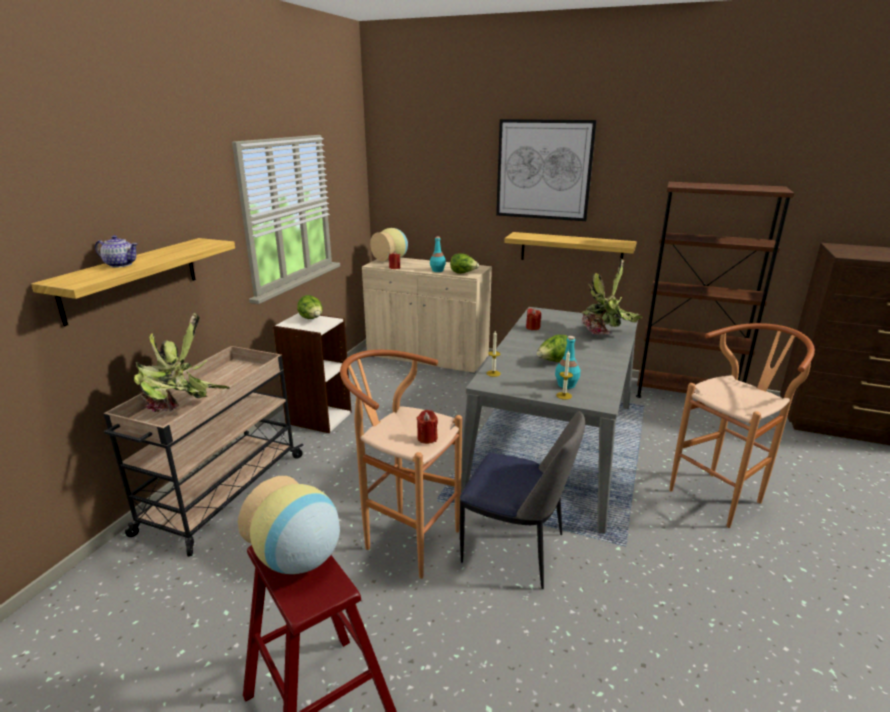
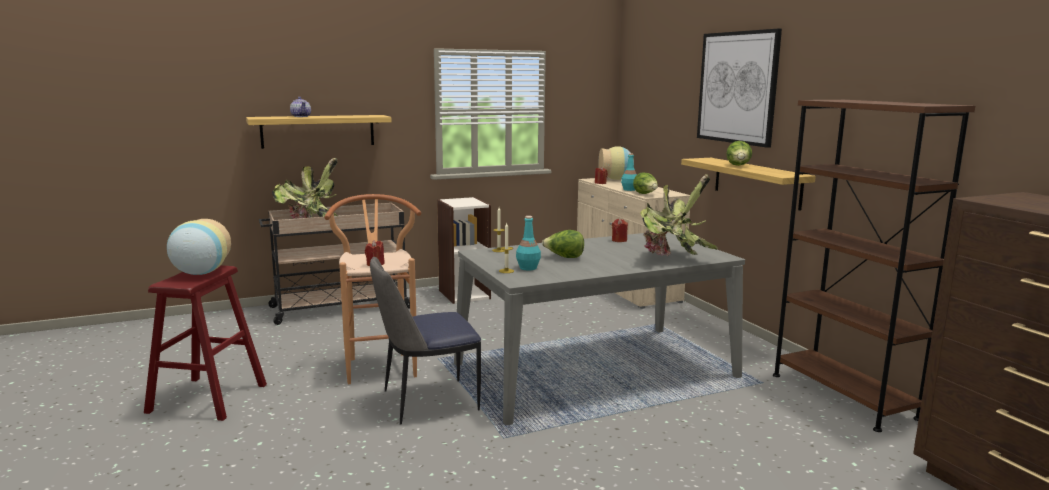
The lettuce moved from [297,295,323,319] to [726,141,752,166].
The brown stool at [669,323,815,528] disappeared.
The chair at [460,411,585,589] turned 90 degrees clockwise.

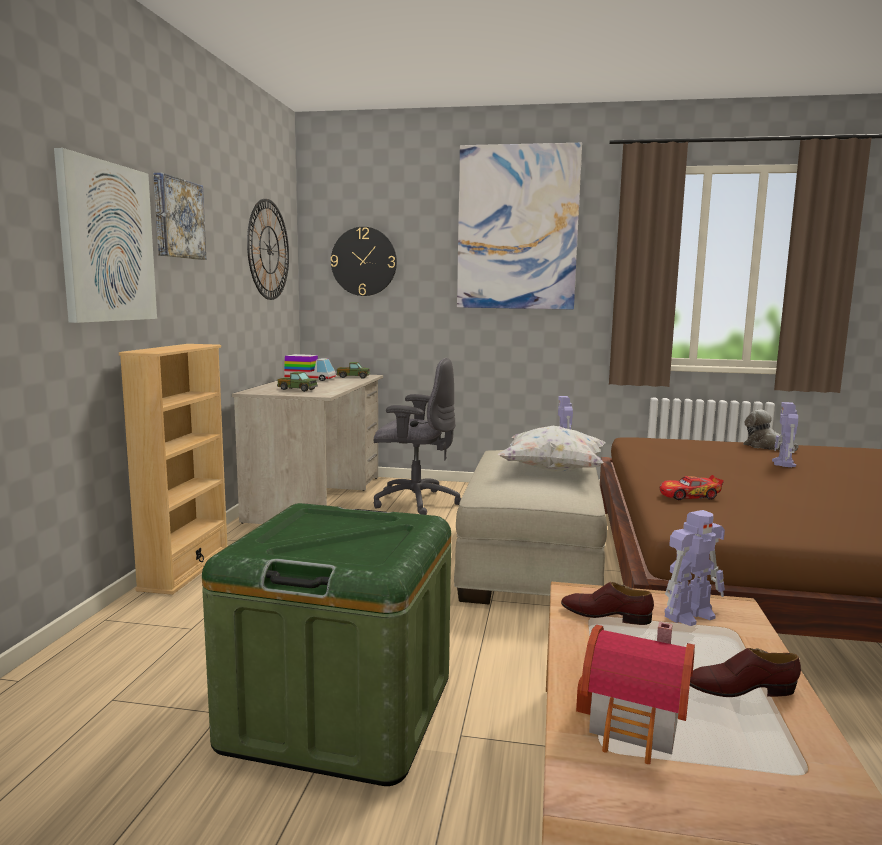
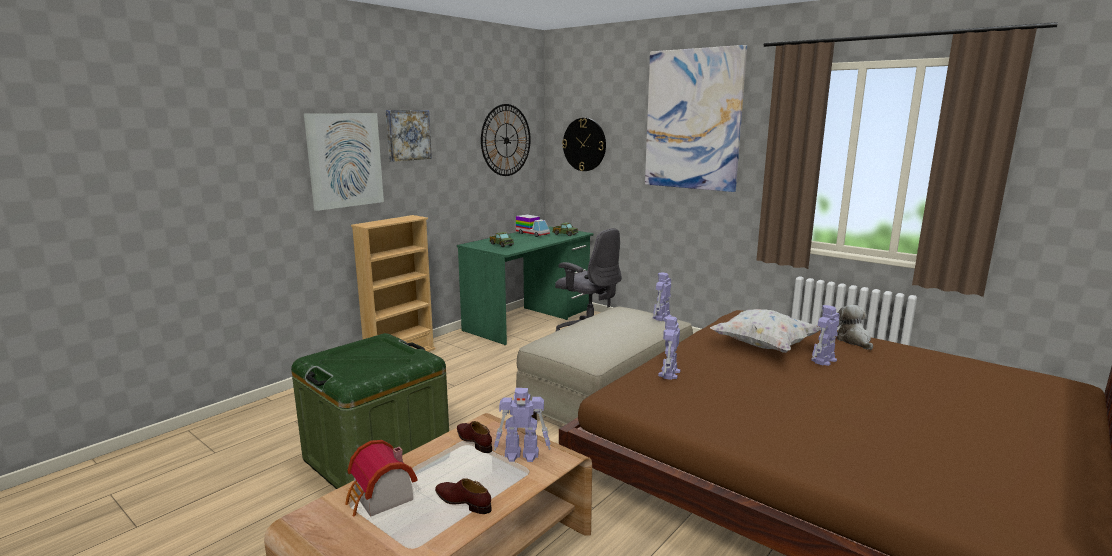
The beige desk at [232,375,383,524] became the green desk at [457,226,593,345].
The white pillow moved from [498,426,605,472] to [710,309,821,353].
The toy car at [660,475,724,500] was replaced by the toy robot at [658,316,680,380].

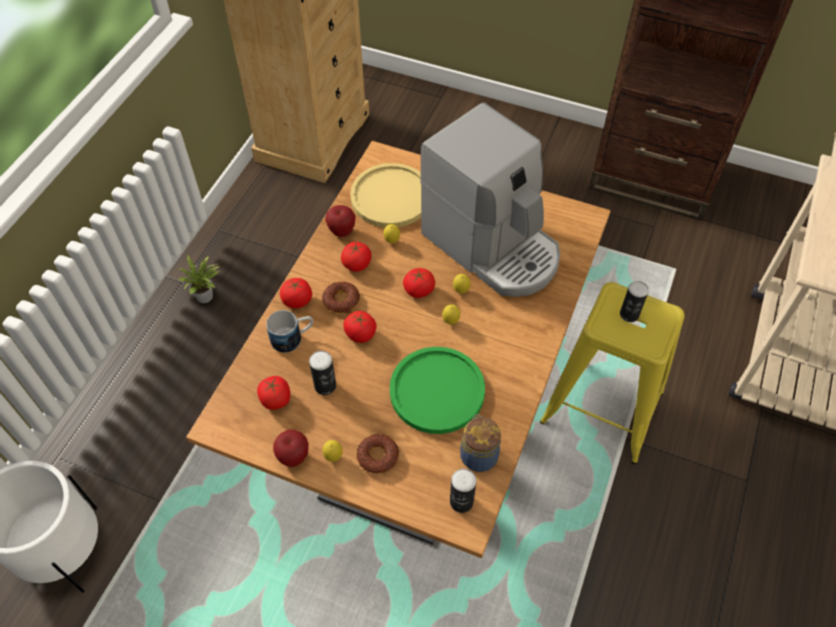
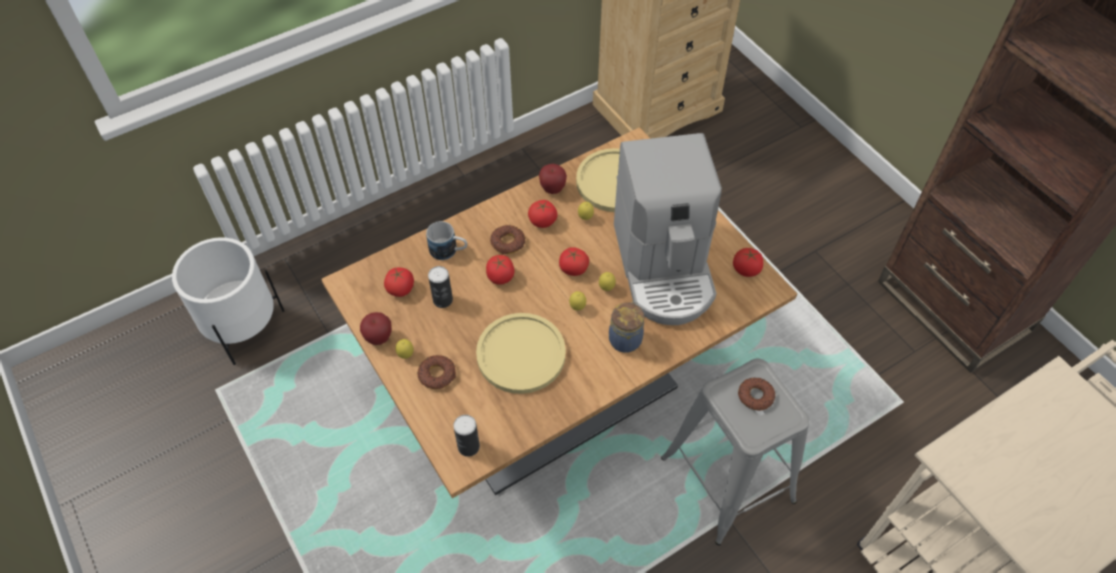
The potted plant at [178,255,220,303] disappeared.
The tomato moved from [280,278,312,308] to [733,248,763,277].
The can at [620,281,649,322] was replaced by the donut at [738,378,775,411].
The yellow stool at [540,282,685,464] became the grey stool at [661,358,809,546].
The green plate at [390,347,485,434] became the yellow plate at [476,313,566,394].
The jar moved from [460,414,501,472] to [609,301,644,353].

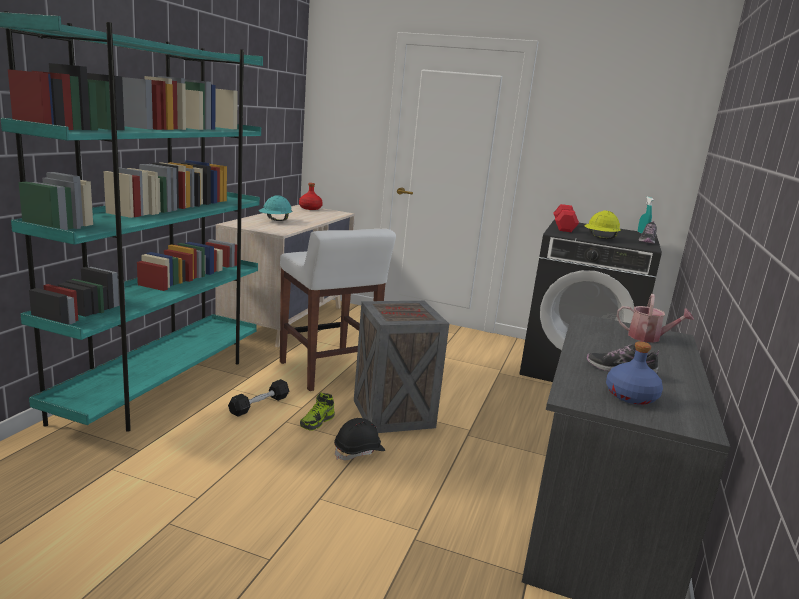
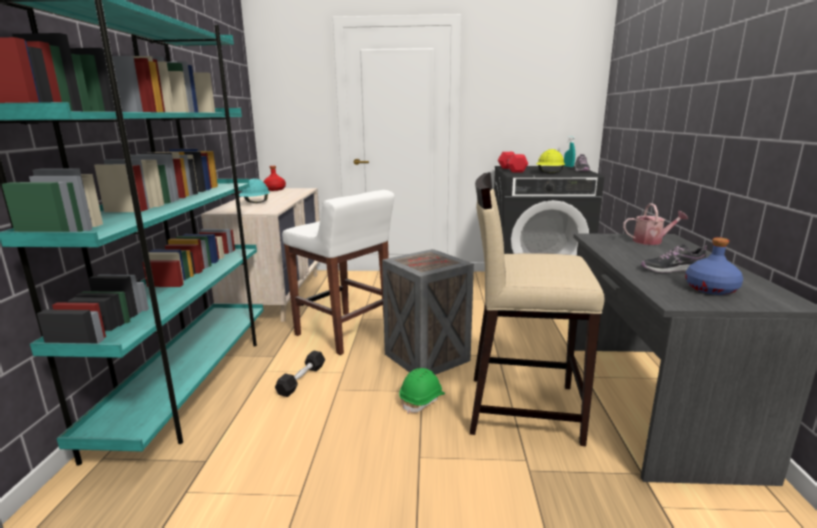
The shoe at [300,392,335,431] disappeared.
The black hard hat at [334,418,385,460] became the green hard hat at [399,368,445,414].
The beige stool at [470,172,605,446] appeared.

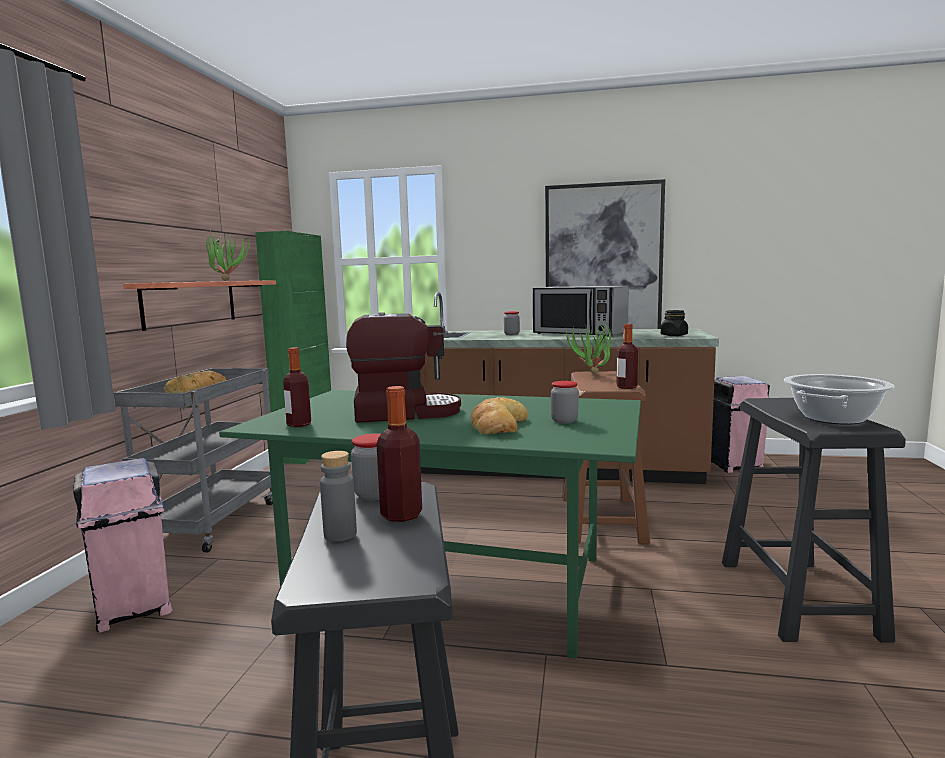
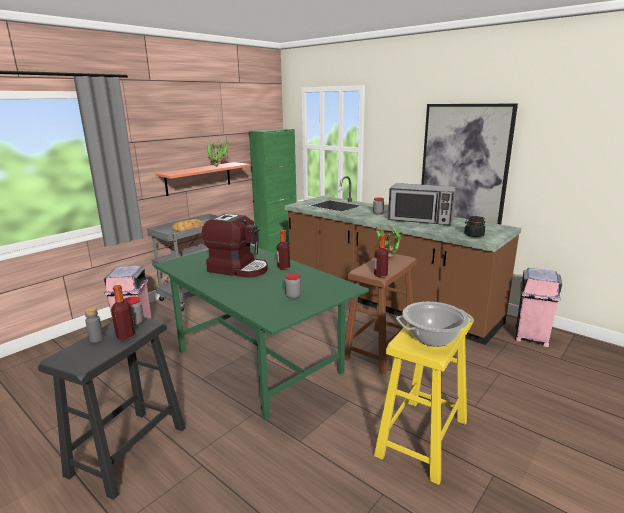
The microwave at [533,286,629,336] turned 45 degrees counterclockwise.
The bottle moved from [283,347,311,427] to [277,230,290,270].
The bread at [471,397,528,434] disappeared.
The black stool at [722,398,906,642] became the yellow stool at [374,314,473,485].

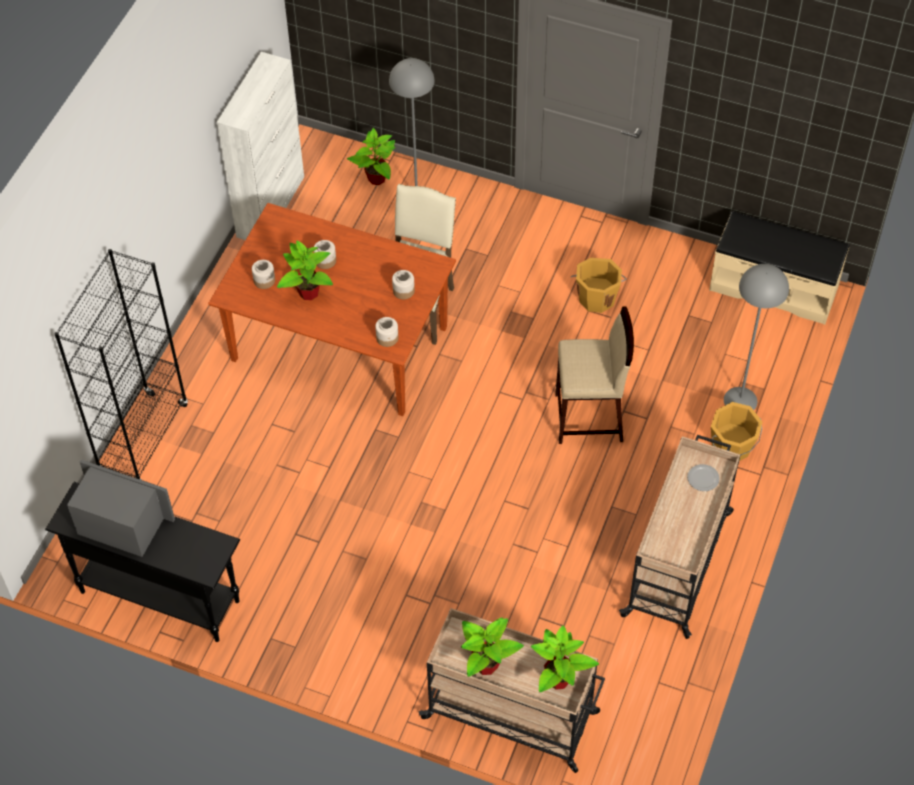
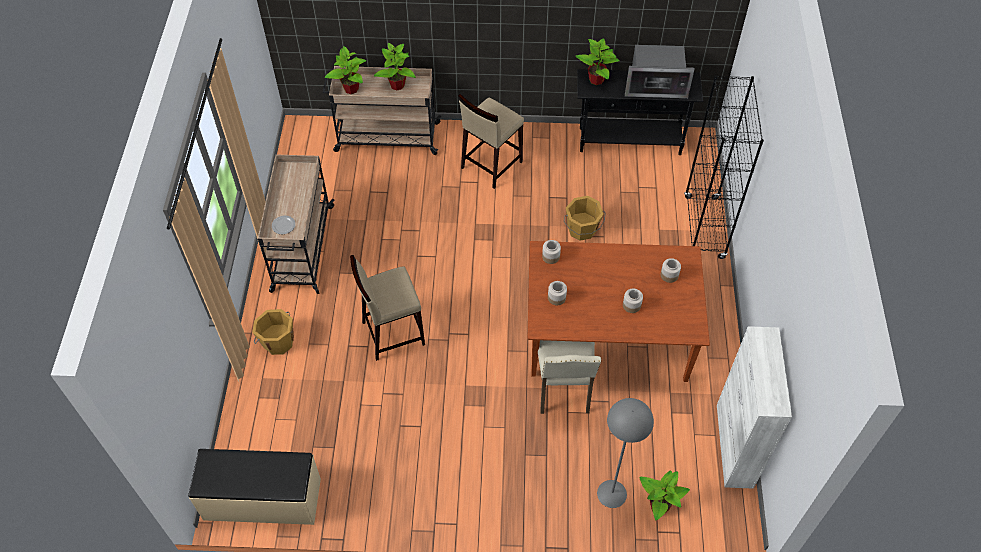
The potted plant moved from [277,241,333,300] to [575,38,620,85].
The orange bucket moved from [571,258,627,313] to [564,196,605,241].
The grey floor lamp at [724,264,789,410] disappeared.
The beige stool at [458,94,524,189] appeared.

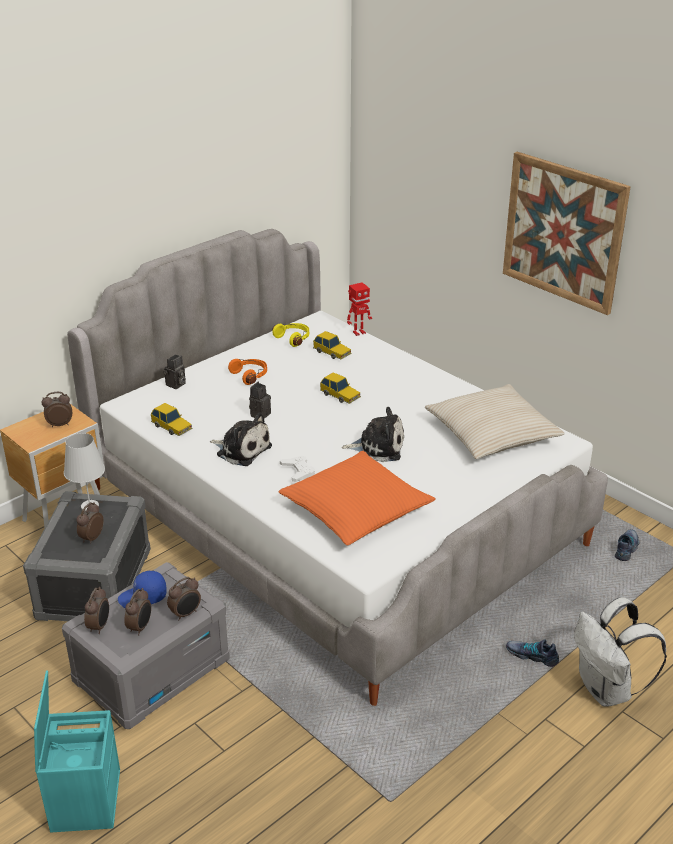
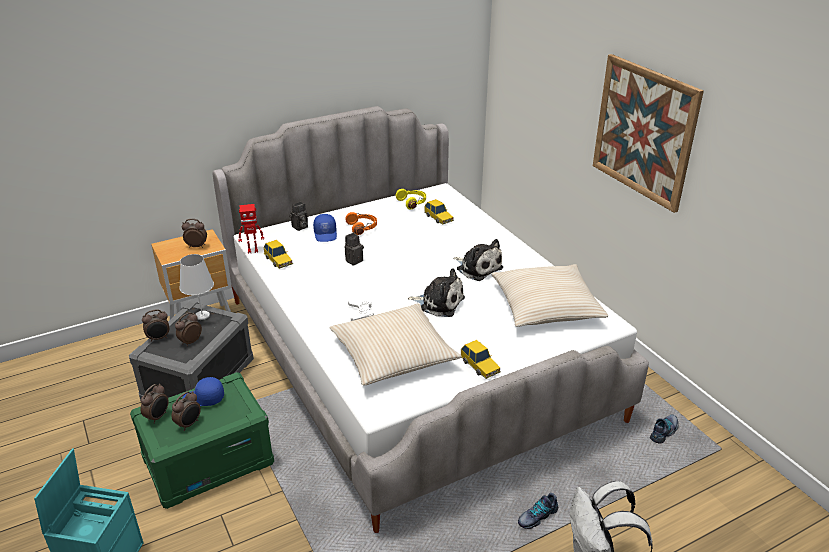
The toy robot moved from [347,282,372,336] to [238,204,264,254].
The toy car moved from [320,373,361,404] to [461,340,501,379].
The plush toy moved from [209,412,272,466] to [453,239,503,281].
The orange pillow at [278,451,436,545] became the beige pillow at [330,303,462,386].
The grey storage box at [62,562,230,729] became the green storage box at [130,372,274,509].
The alarm clock moved from [167,577,201,620] to [142,309,169,342].
The shoe at [506,639,559,667] turned 75 degrees counterclockwise.
The blue cap at [313,214,337,242] appeared.

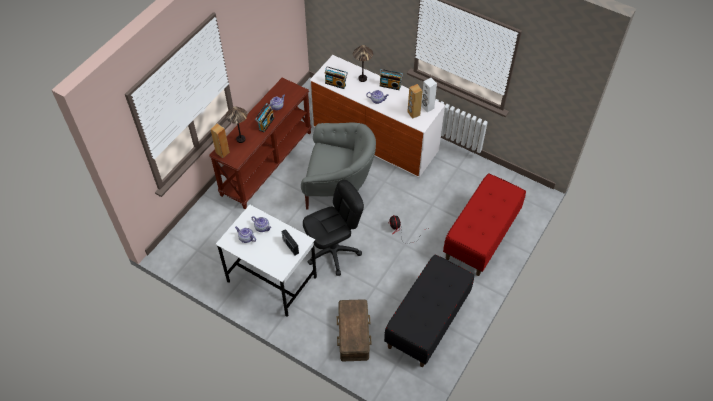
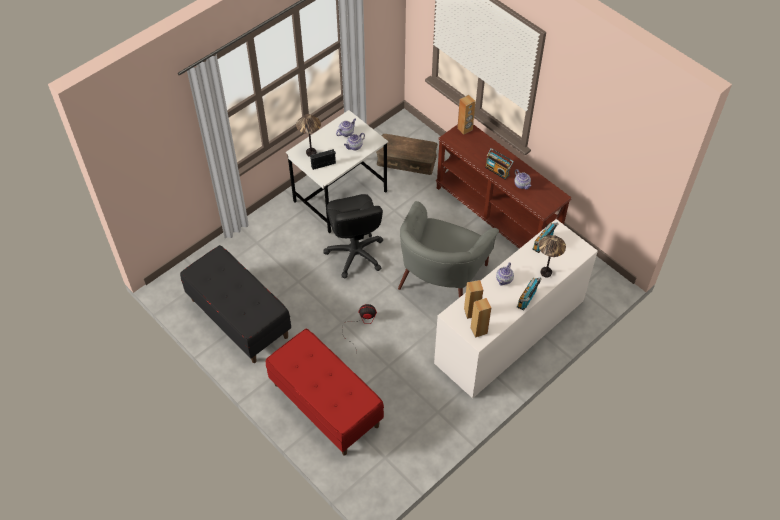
The white speaker at [421,78,437,112] became the brown speaker at [471,298,491,338].
The table lamp moved from [226,106,247,143] to [296,114,321,157].
The brown storage box moved from [337,299,372,361] to [376,134,438,175].

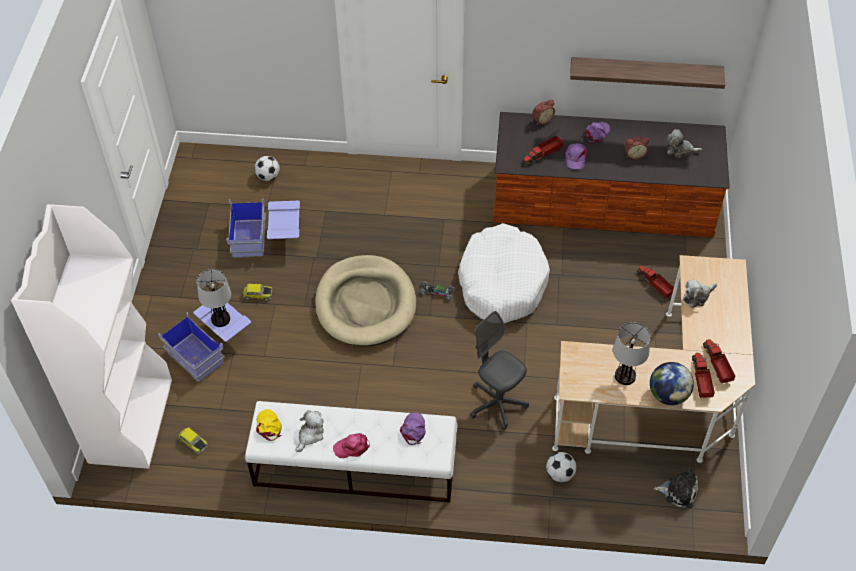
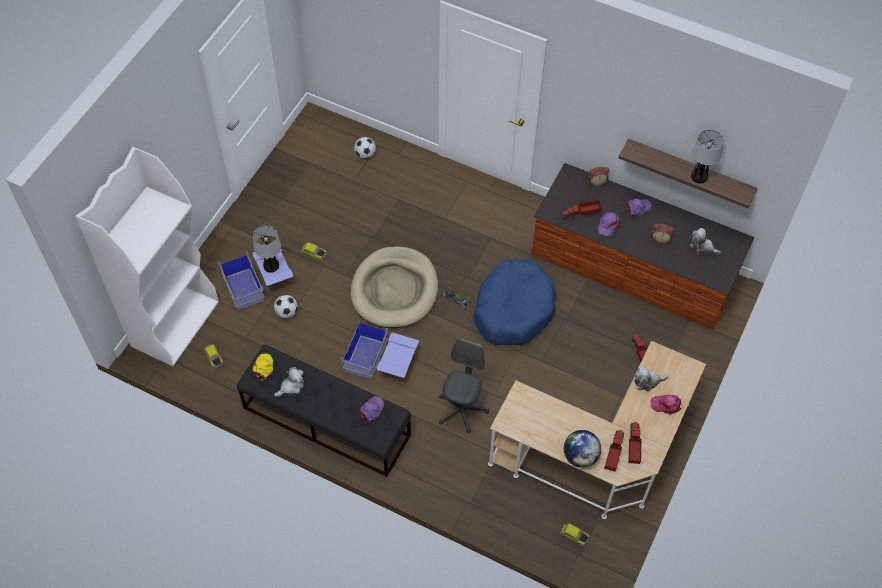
The blue storage box moved from [226,198,300,258] to [341,319,419,379].
The white dog bed at [458,223,550,323] became the blue dog bed at [473,259,556,345].
The grey office chair at [470,311,529,430] turned 45 degrees clockwise.
The table lamp moved from [613,322,651,385] to [691,130,724,183].
The white bench at [245,401,458,503] became the black bench at [237,345,411,477].
The pink cap moved from [333,433,370,458] to [651,394,682,414].
The football moved from [546,452,577,482] to [274,295,298,318].
The plush toy at [654,468,698,508] was replaced by the toy car at [560,523,590,546].

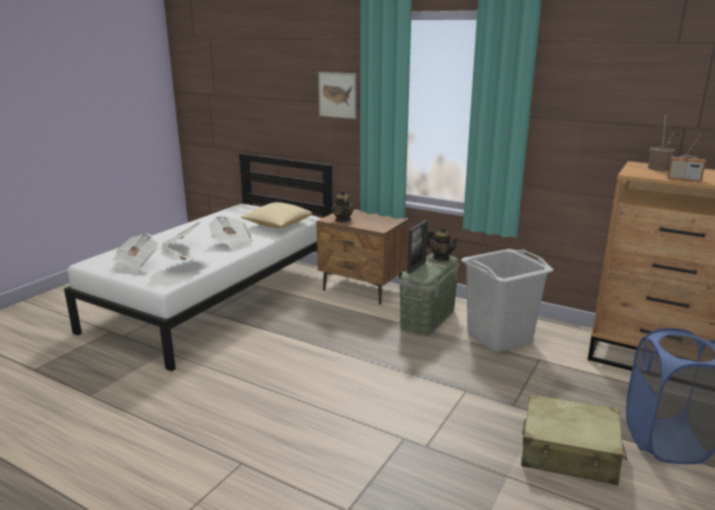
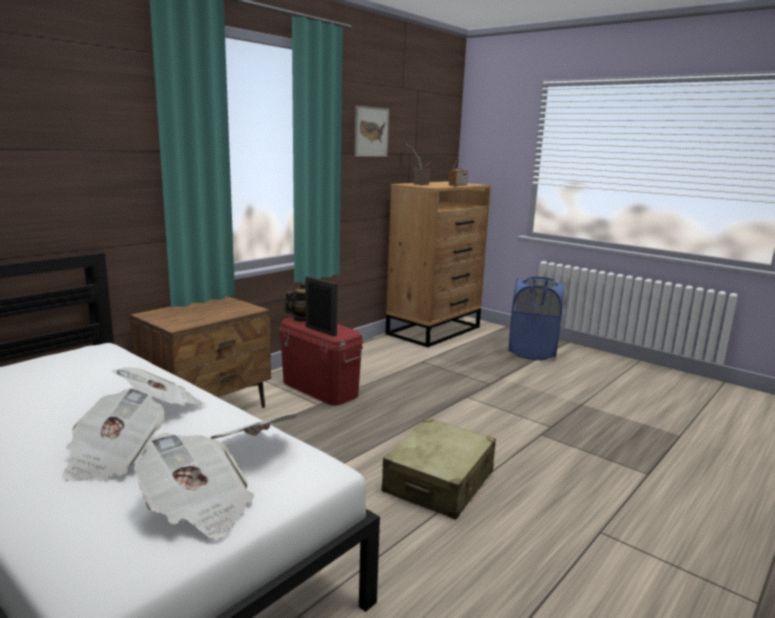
The picture moved from [318,72,356,119] to [355,106,389,157].
The teapot at [331,190,354,222] disappeared.
The pillow at [241,202,312,228] disappeared.
The grey laundry basket at [461,249,554,352] disappeared.
The green storage box at [399,253,460,336] became the red storage box at [279,316,363,406].
The beige suitcase moved from [521,394,627,485] to [382,418,496,520].

